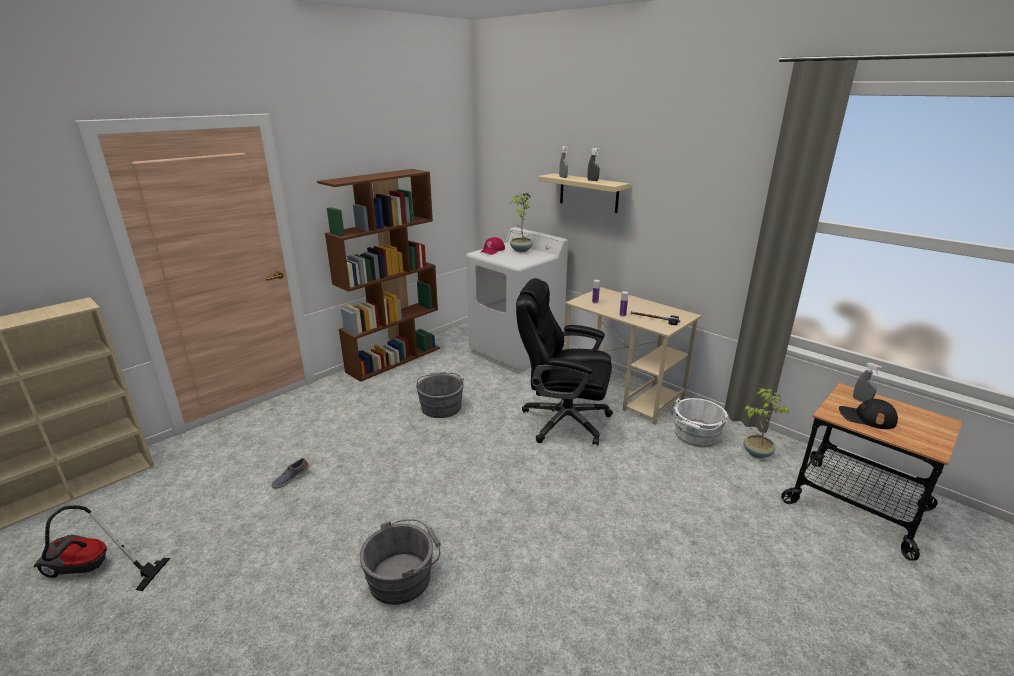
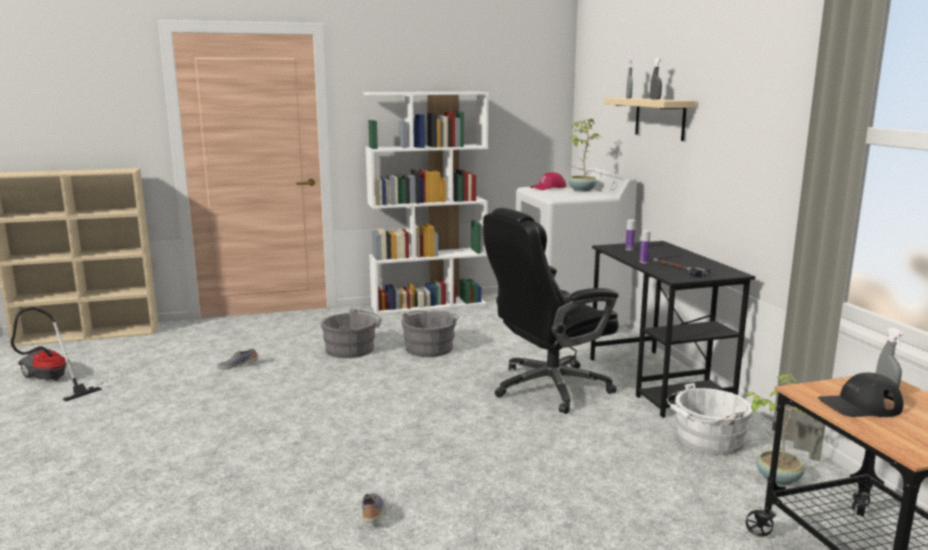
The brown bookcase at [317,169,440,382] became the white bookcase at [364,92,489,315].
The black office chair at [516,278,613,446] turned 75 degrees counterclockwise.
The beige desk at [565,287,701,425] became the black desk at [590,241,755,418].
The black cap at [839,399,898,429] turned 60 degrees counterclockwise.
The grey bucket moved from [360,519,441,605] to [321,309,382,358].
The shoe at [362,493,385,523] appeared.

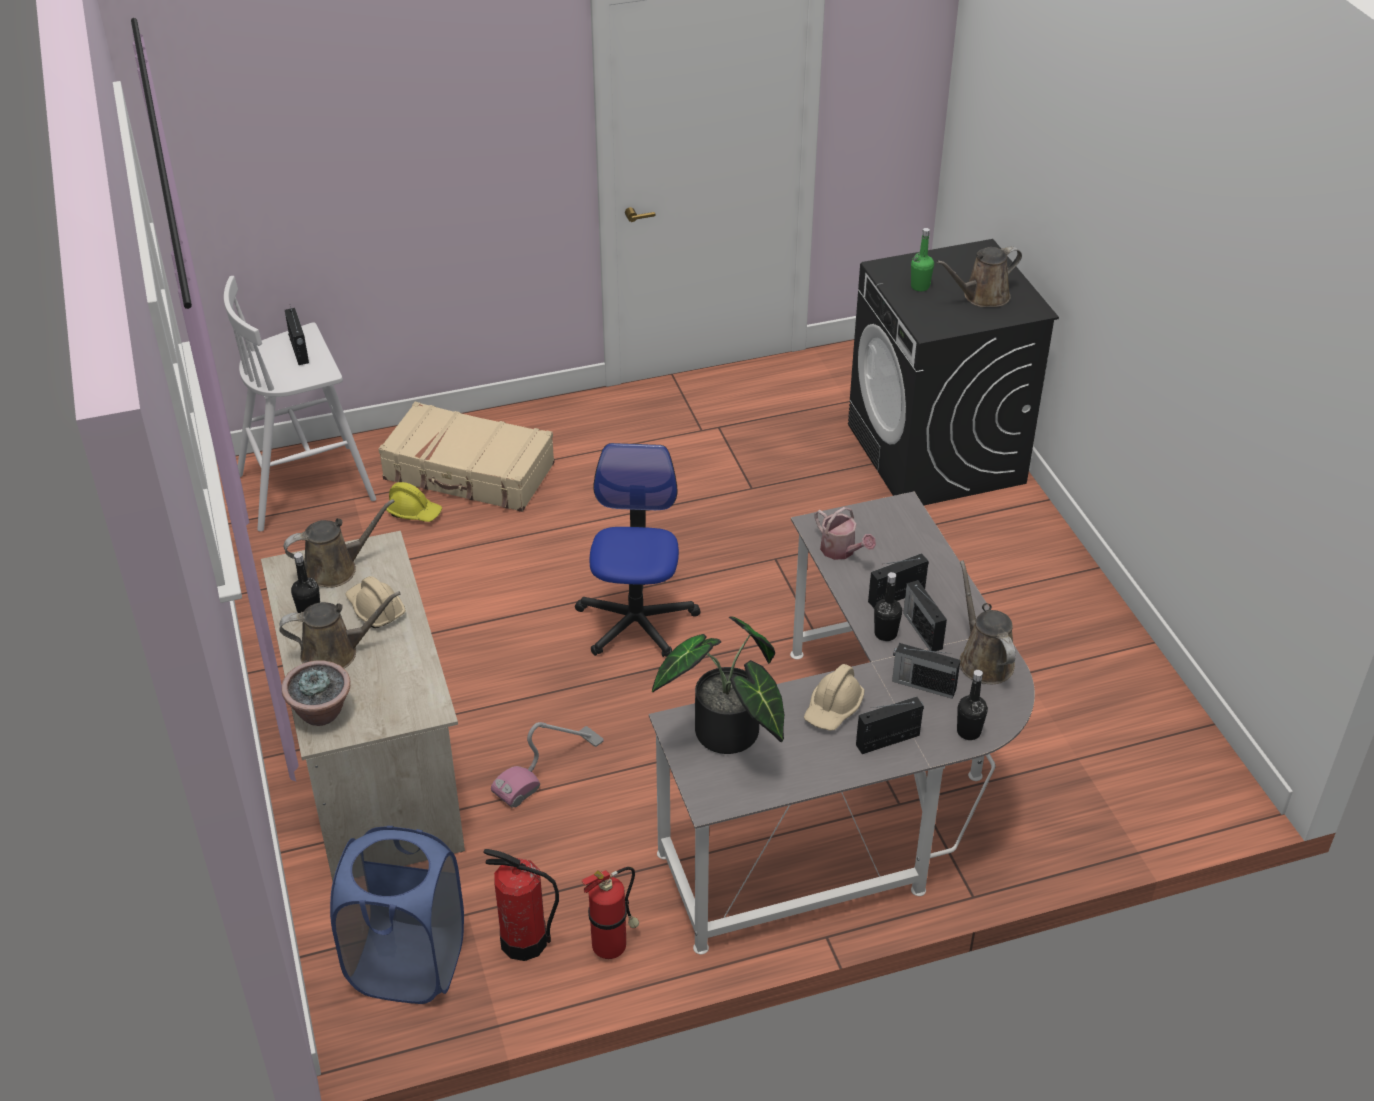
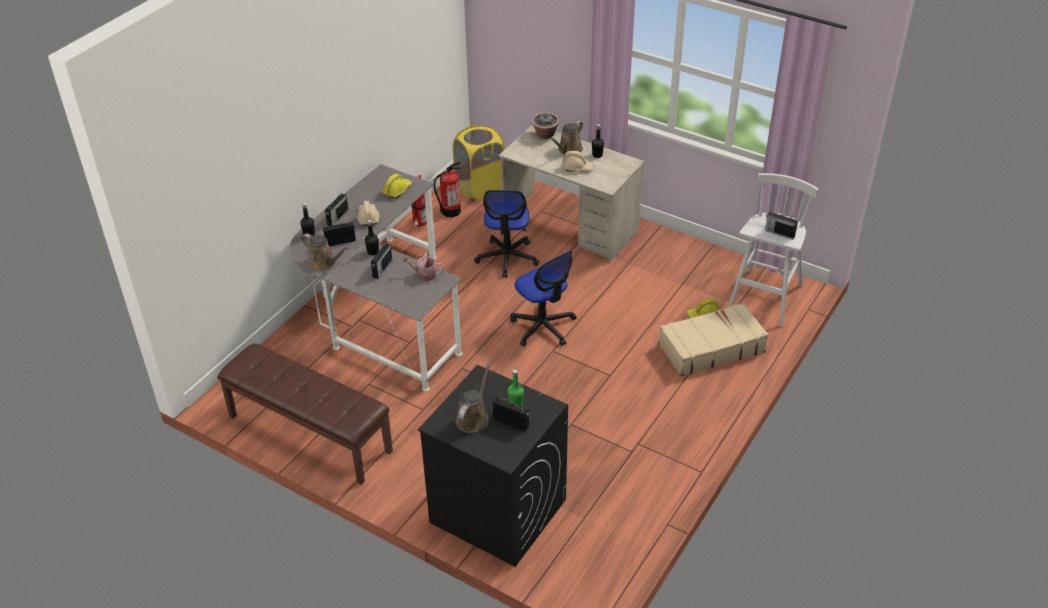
The brown watering can at [284,499,395,588] disappeared.
The radio moved from [903,580,947,651] to [493,396,530,431].
The potted plant at [652,616,784,754] was replaced by the yellow hard hat at [382,174,412,198].
The vacuum cleaner at [491,722,604,808] was replaced by the office chair at [474,190,539,278].
The blue laundry basket at [330,826,464,1004] became the yellow laundry basket at [453,125,505,200].
The brown bench at [217,343,393,485] appeared.

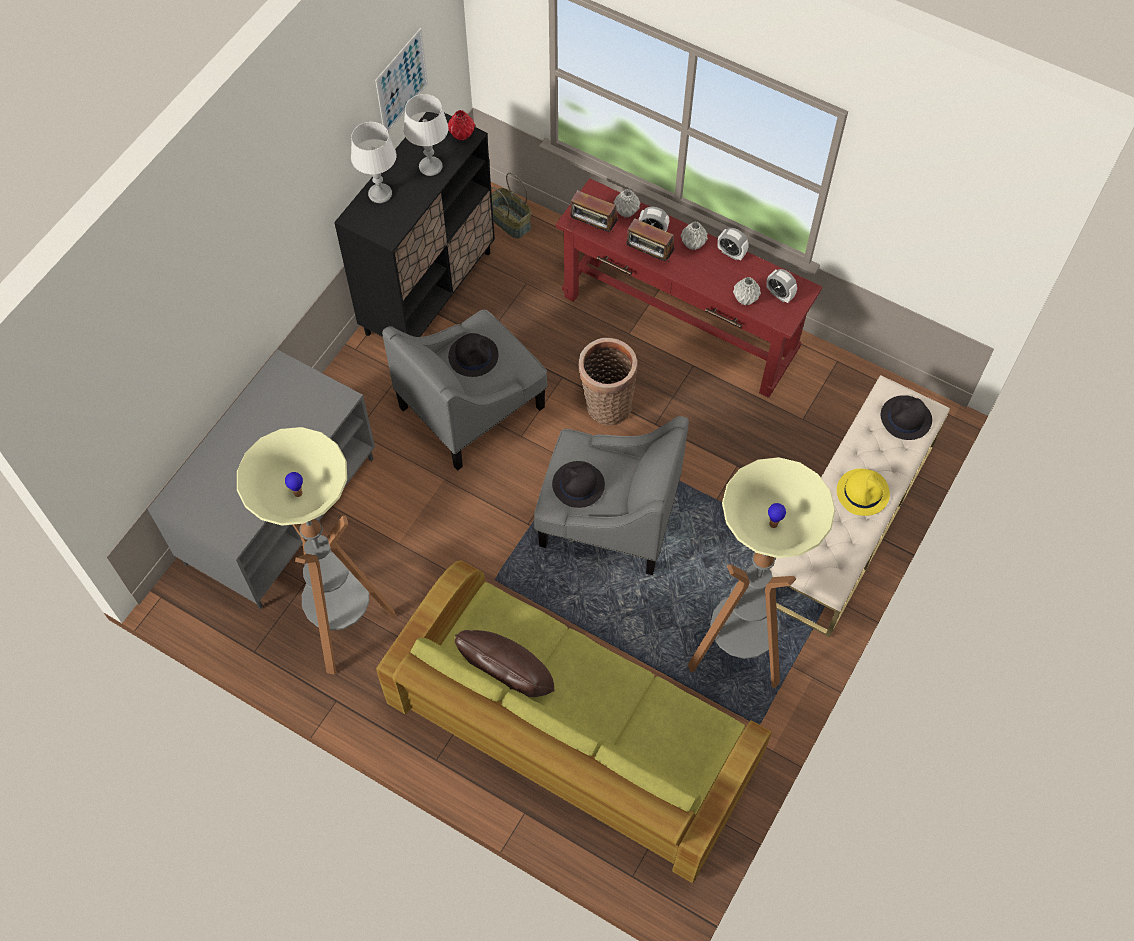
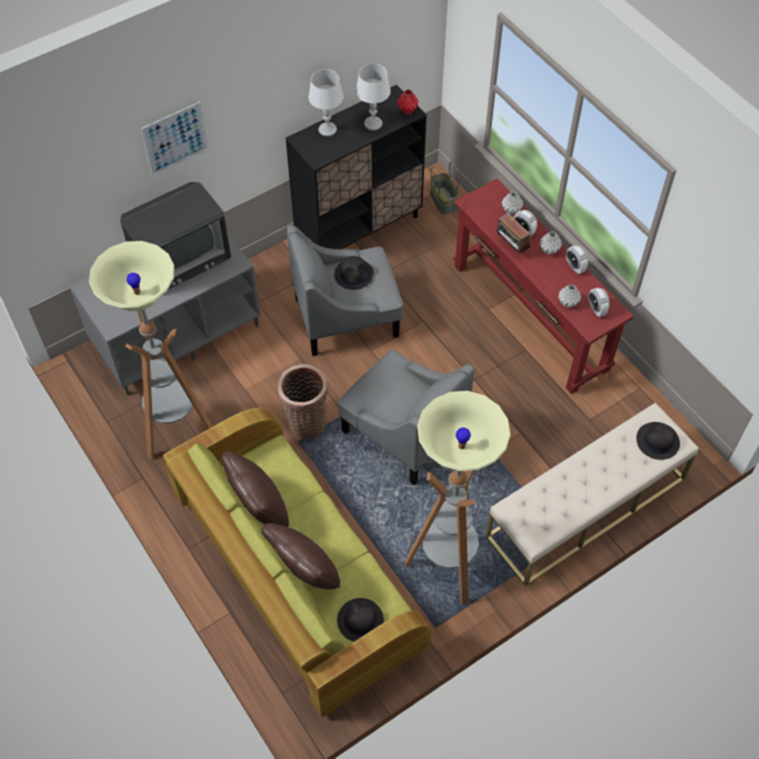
The picture moved from [375,28,428,132] to [141,102,209,176].
The radio at [570,190,618,234] disappeared.
The basket moved from [579,338,638,425] to [277,364,328,438].
The black hat moved from [552,461,605,508] to [337,598,384,642].
The yellow hat at [837,469,890,516] disappeared.
The television at [120,182,231,289] appeared.
The brown pillow at [261,523,340,589] appeared.

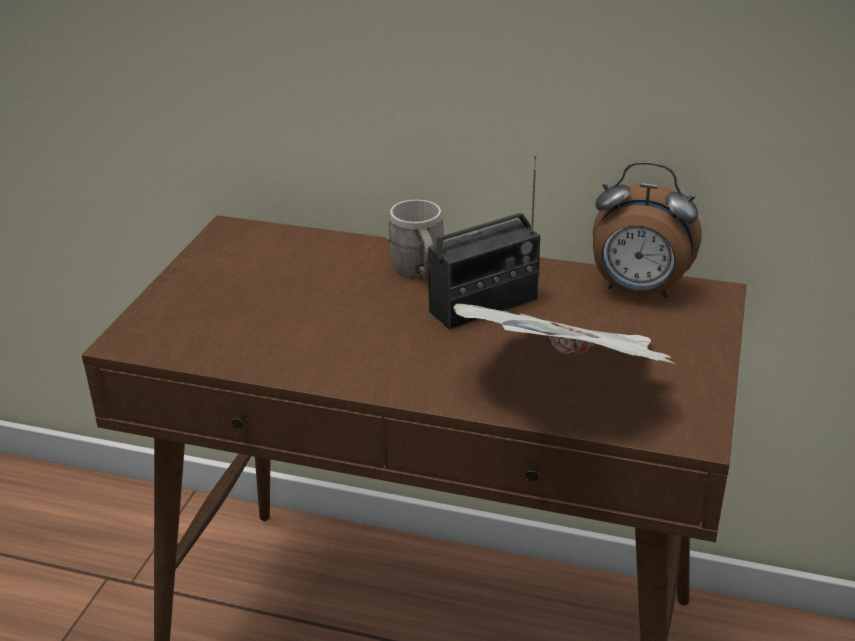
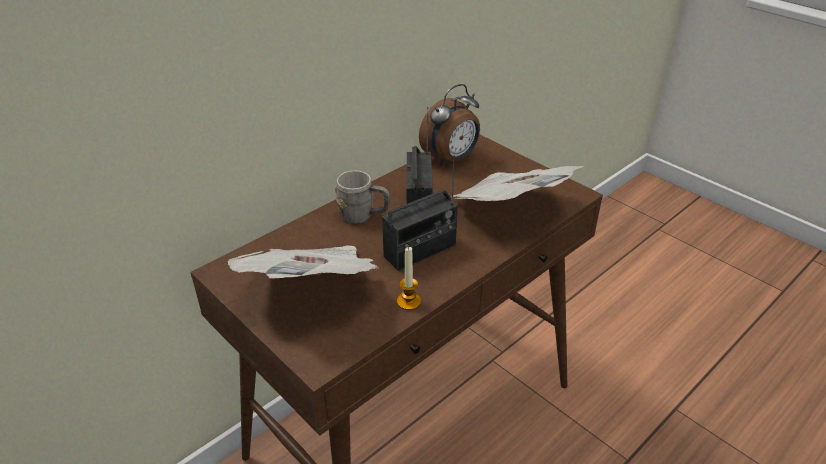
The radio at [382,155,458,271] appeared.
The newspaper at [228,245,379,279] appeared.
The candle at [397,246,421,310] appeared.

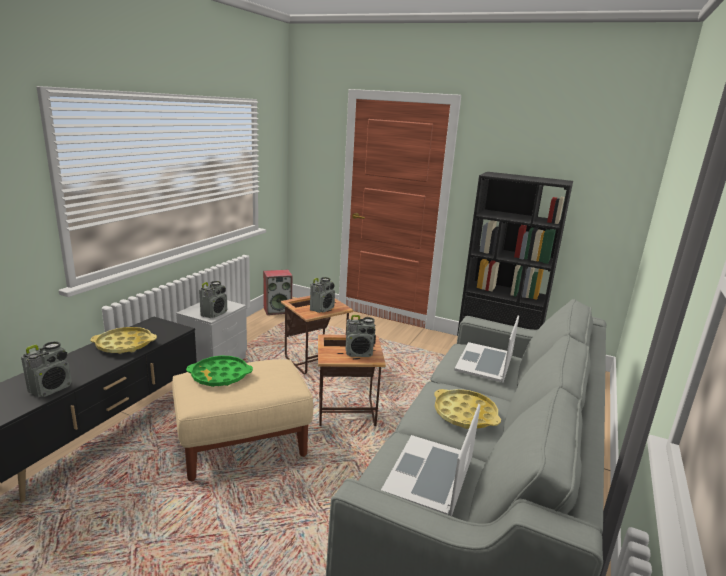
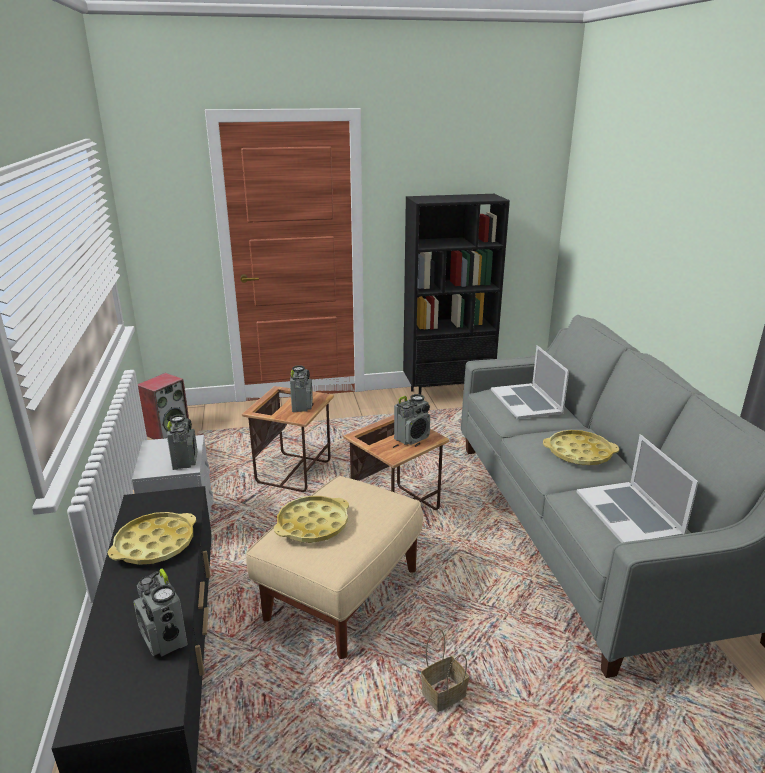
The radio at [21,341,72,397] turned 150 degrees clockwise.
The green tray at [186,356,253,387] became the yellow tray at [274,496,349,543].
The basket at [421,628,469,712] appeared.

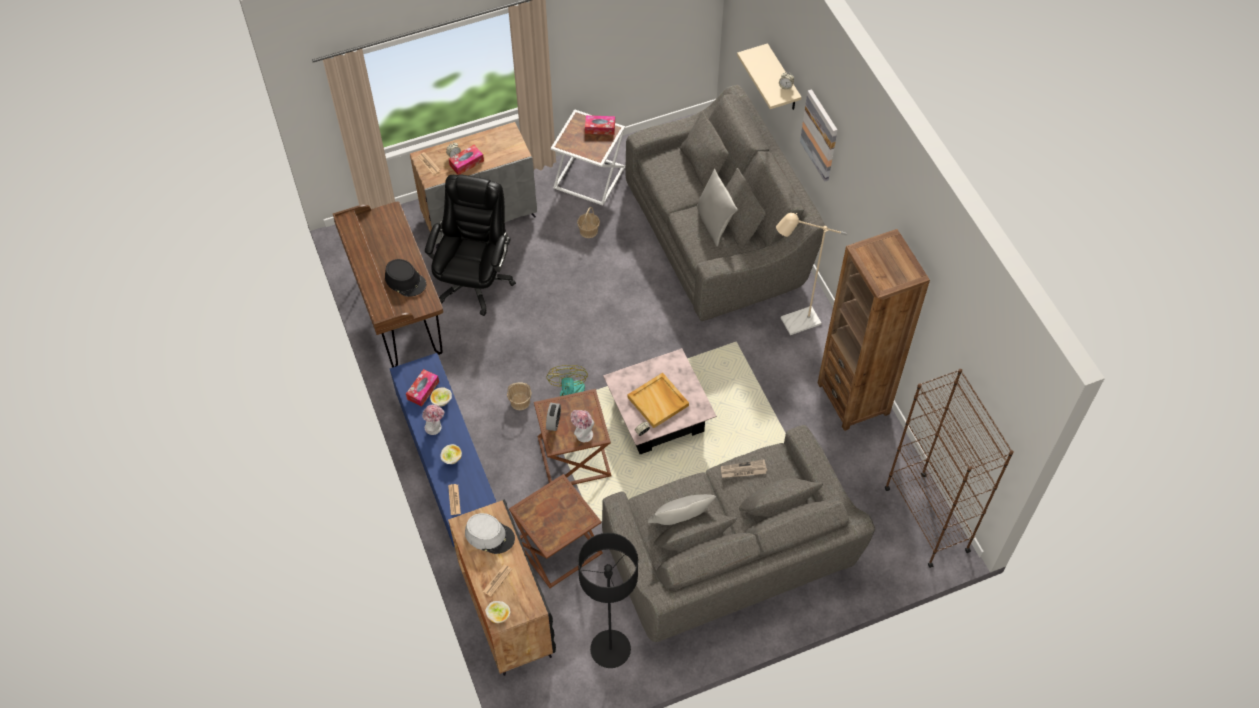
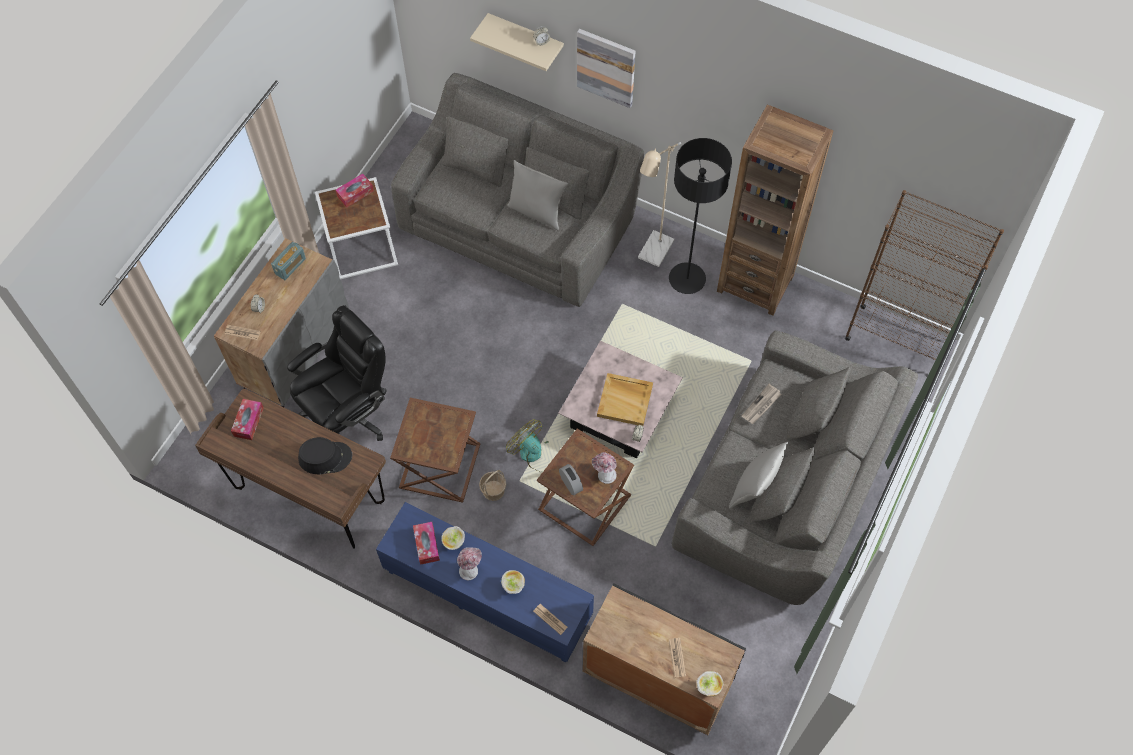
The tissue box moved from [449,145,484,175] to [231,399,264,440].
The black office chair at [425,174,516,316] turned 75 degrees clockwise.
The basket at [577,207,600,238] disappeared.
The brown side table moved from [509,474,603,588] to [390,398,480,503].
The grey hat at [465,513,515,554] disappeared.
The black floor lamp moved from [578,533,638,668] to [669,138,732,294].
The radio at [271,241,306,280] appeared.

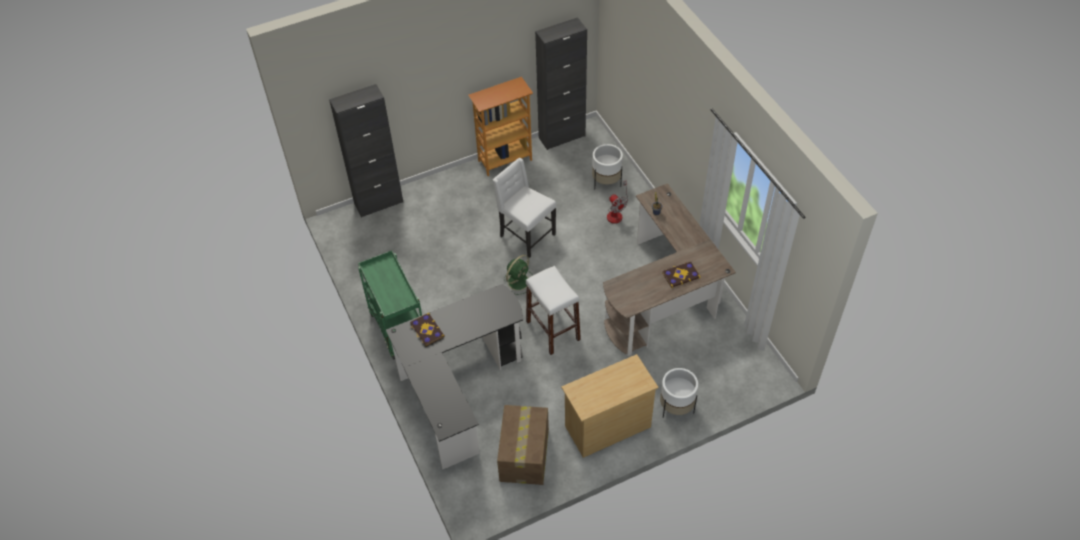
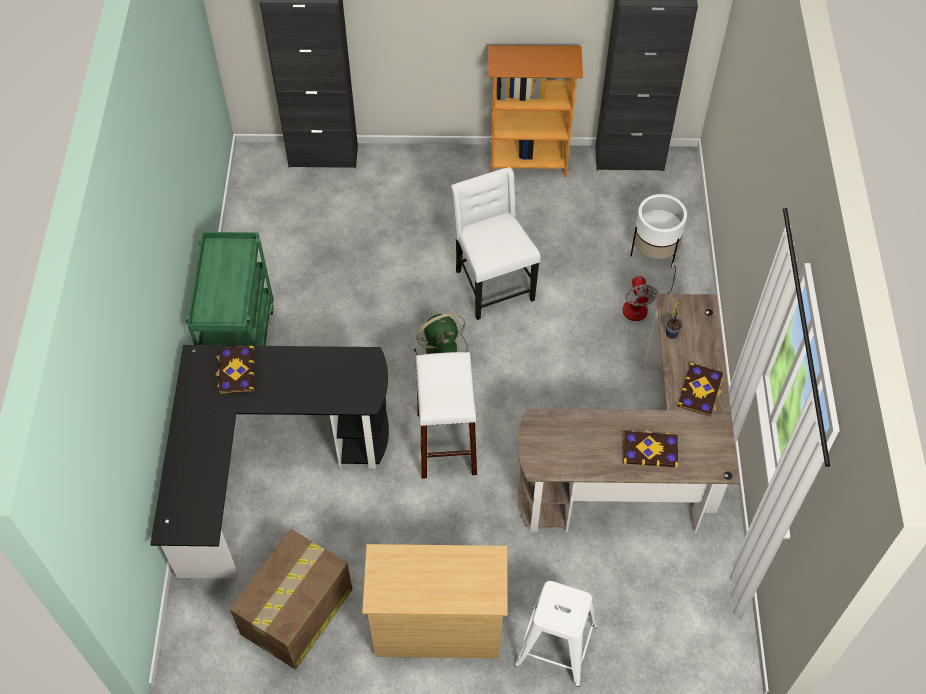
The white planter at [660,368,698,418] was replaced by the white stool at [514,581,597,687].
The book at [677,363,724,417] appeared.

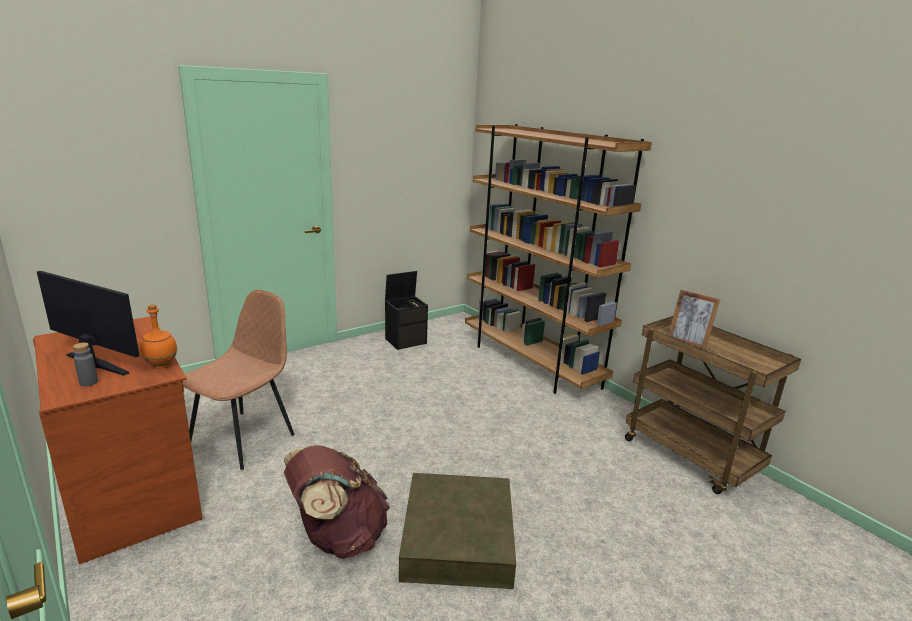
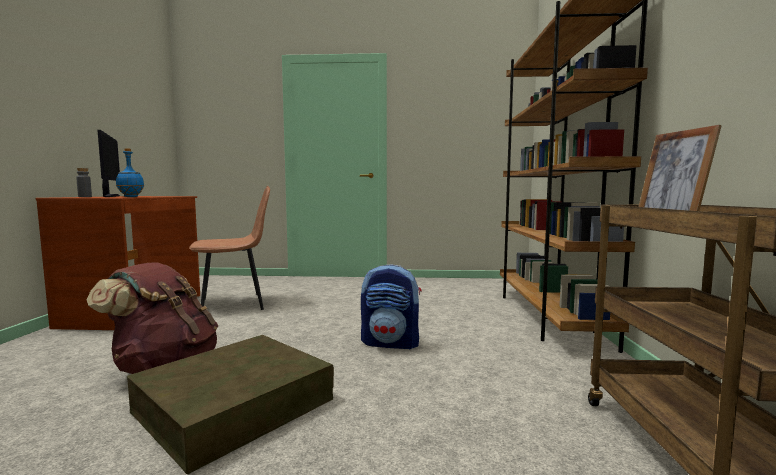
The black storage box at [385,271,428,350] disappeared.
The orange bottle at [140,304,178,368] became the blue bottle at [116,148,144,197].
The backpack at [361,264,422,350] appeared.

